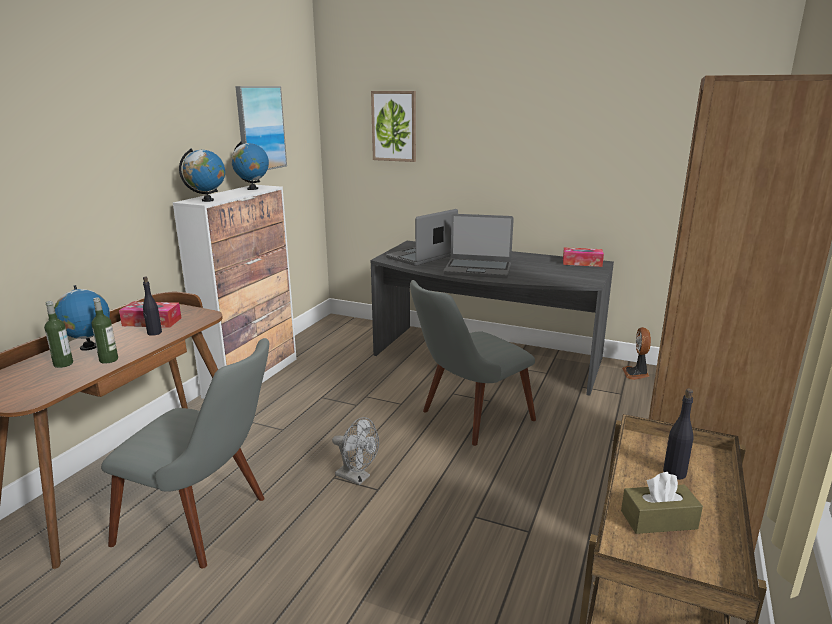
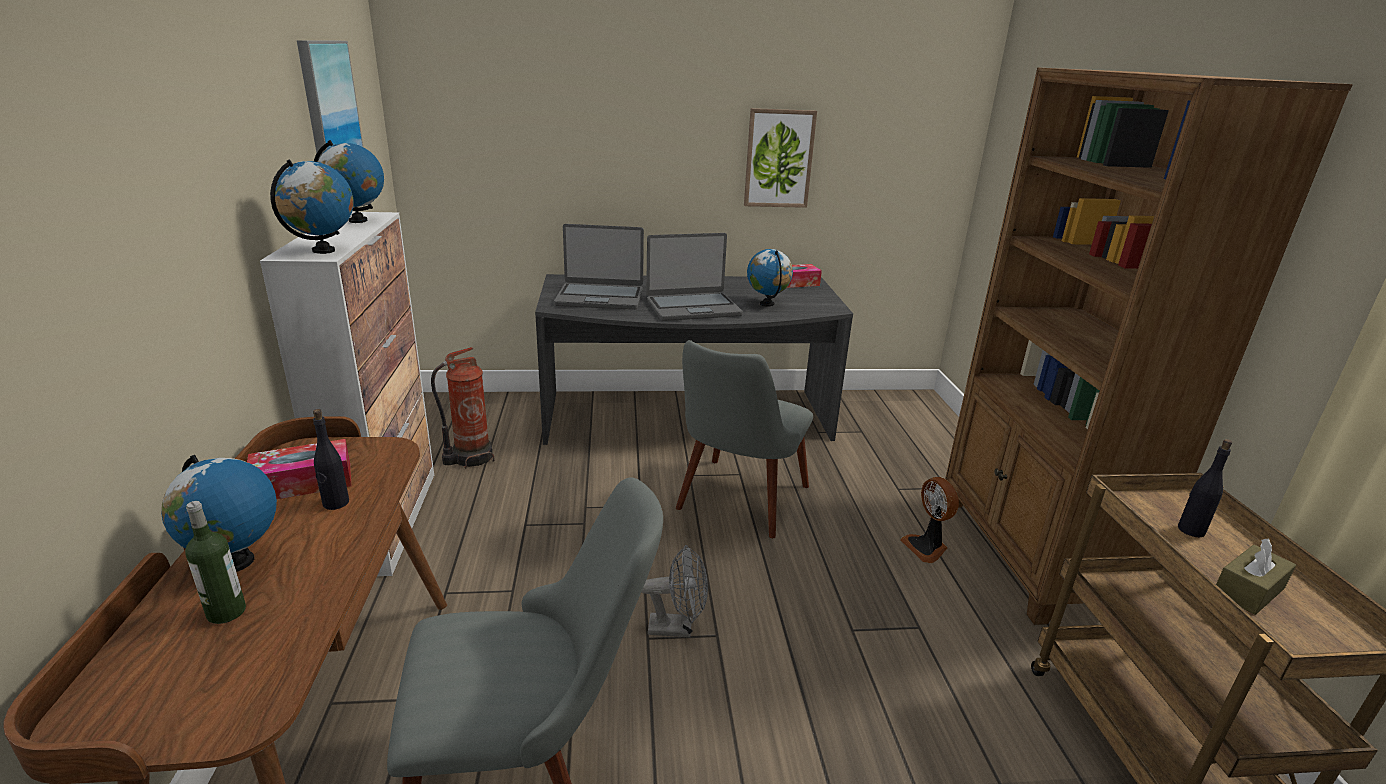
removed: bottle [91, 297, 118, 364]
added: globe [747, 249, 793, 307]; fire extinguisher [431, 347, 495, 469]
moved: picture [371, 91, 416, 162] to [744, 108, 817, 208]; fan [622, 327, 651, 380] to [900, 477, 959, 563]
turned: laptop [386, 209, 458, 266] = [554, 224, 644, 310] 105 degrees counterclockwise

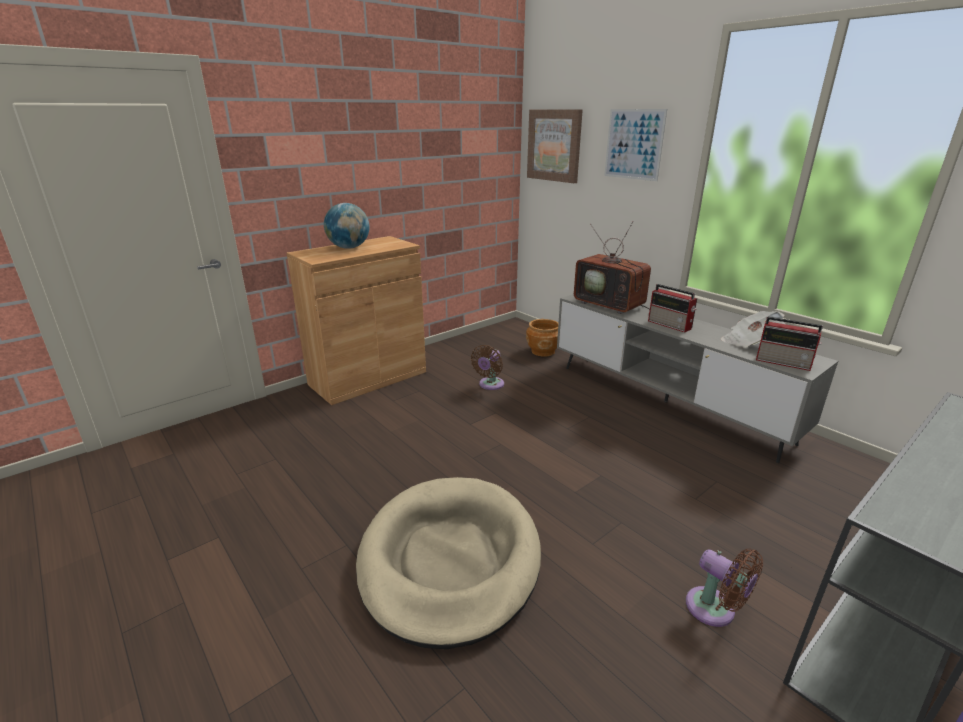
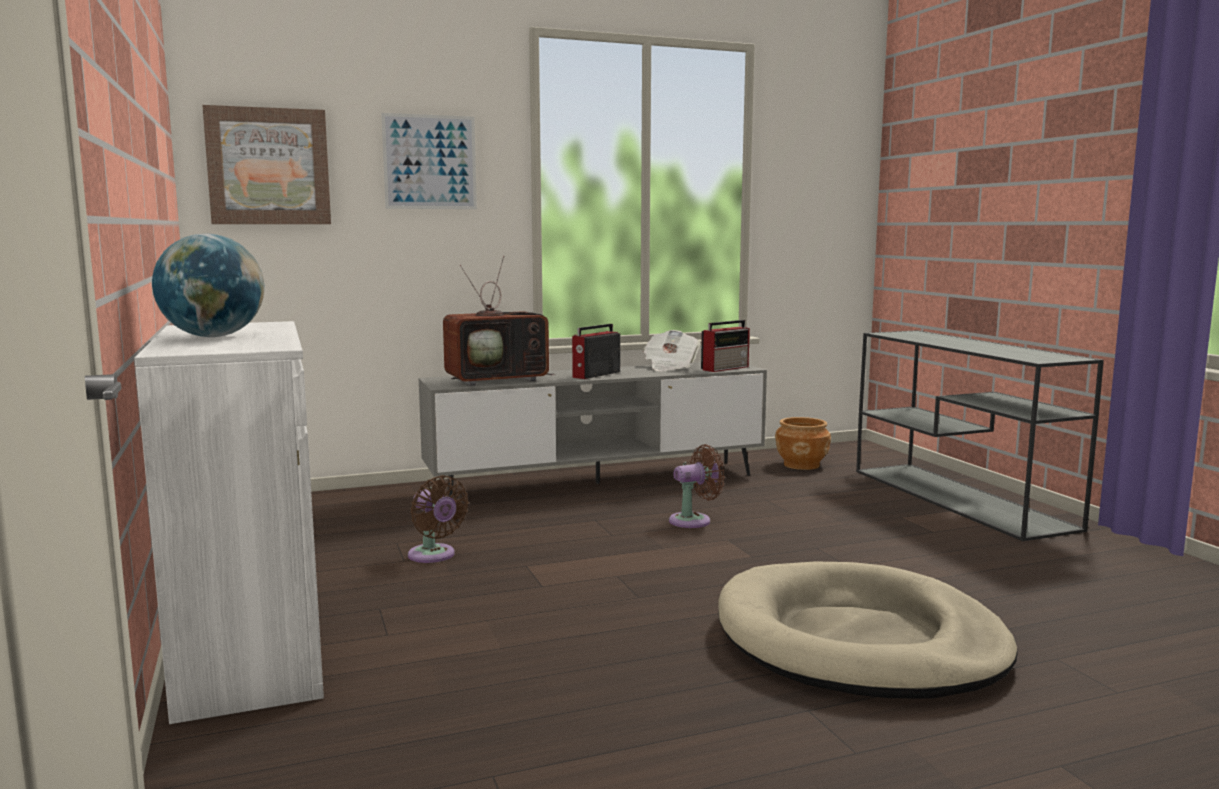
moved: brown planter [526, 319, 559, 357] to [775, 417, 831, 470]; brown fan [686, 549, 763, 627] to [669, 444, 725, 528]
recoloured: brown cabinet [287, 236, 426, 405] to white cabinet [135, 321, 324, 724]
turned: radio [648, 284, 697, 332] = [572, 324, 620, 379] 150 degrees clockwise

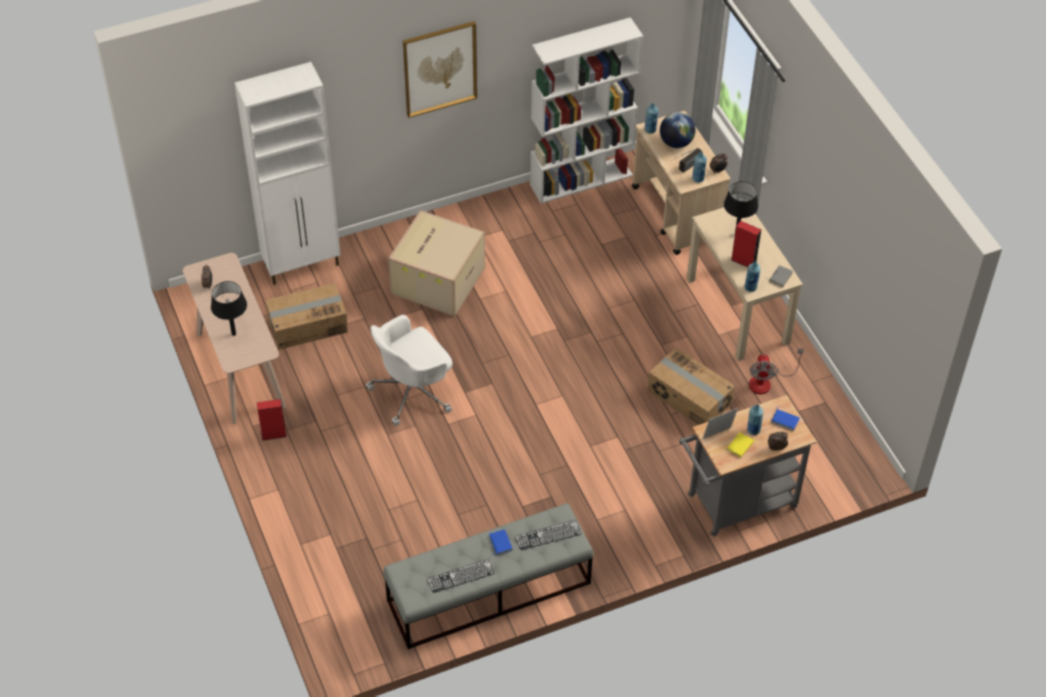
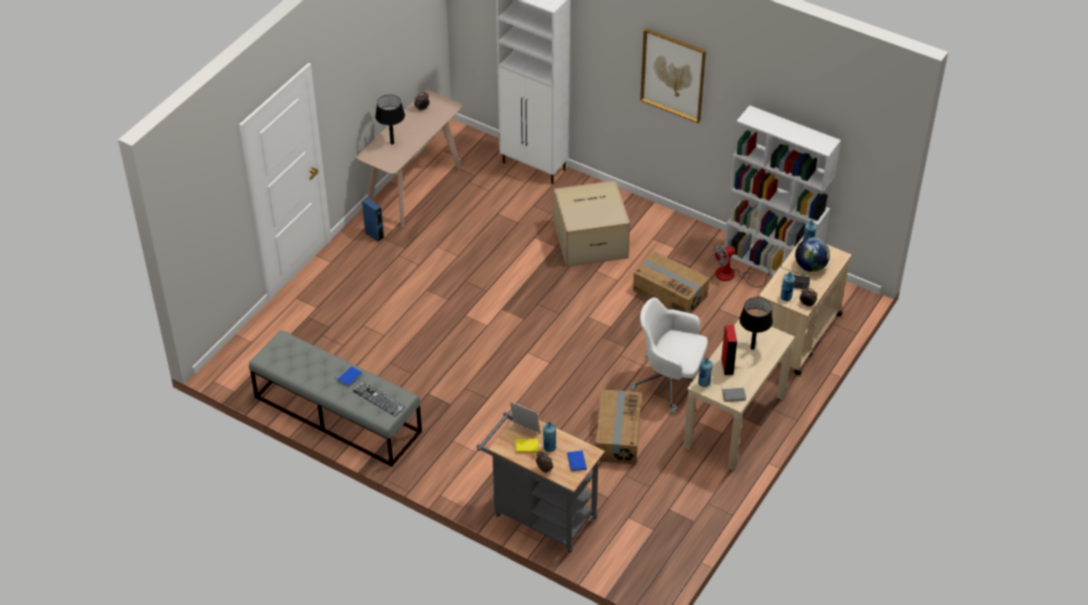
removed: keyboard [427, 559, 495, 593]
moved: cardboard box [265, 283, 348, 350] to [633, 251, 710, 314]; white office chair [366, 315, 452, 426] to [629, 298, 708, 414]; fan [749, 348, 804, 394] to [713, 244, 772, 287]
recoloured: red speaker [257, 399, 287, 441] to blue speaker [362, 198, 384, 242]

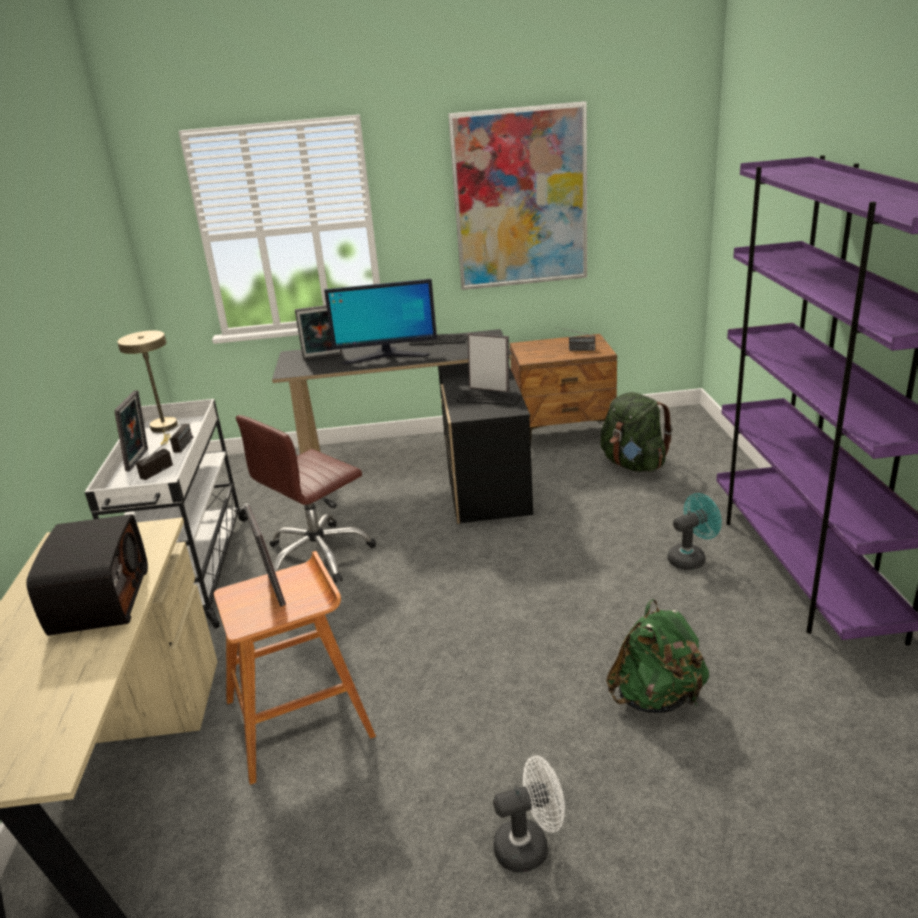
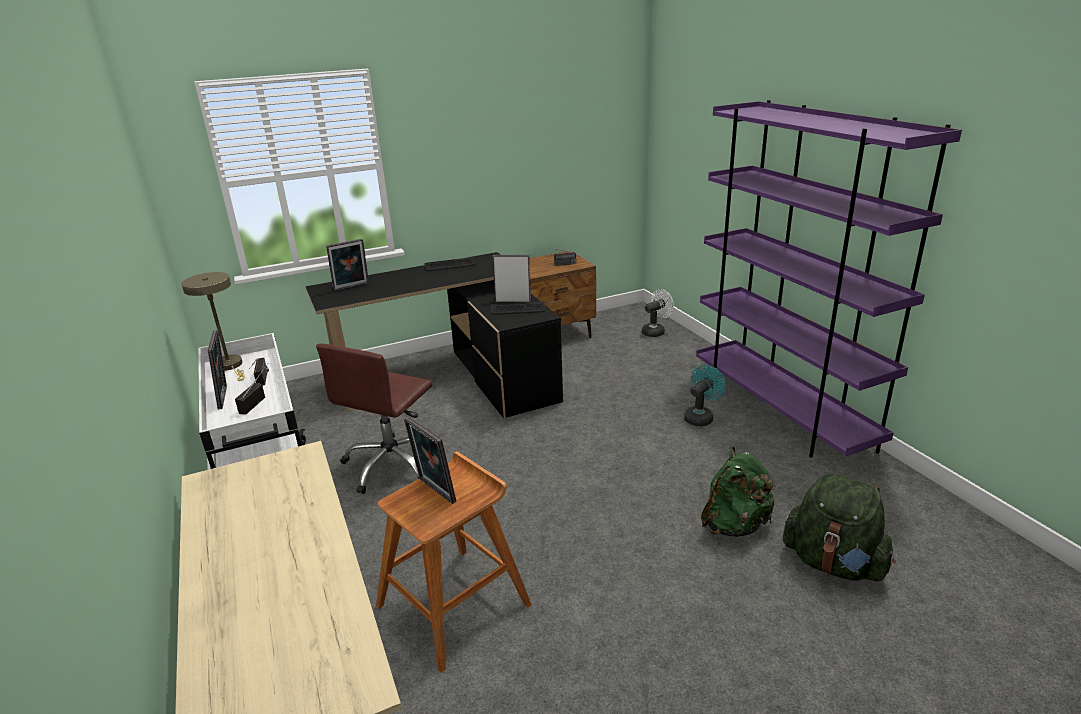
removed: picture [448, 101, 587, 290]; monitor [324, 279, 437, 365]; radio [26, 514, 148, 635]
moved: green backpack [600, 392, 673, 472] to [783, 473, 896, 581]; white fan [493, 756, 565, 873] to [642, 289, 674, 337]

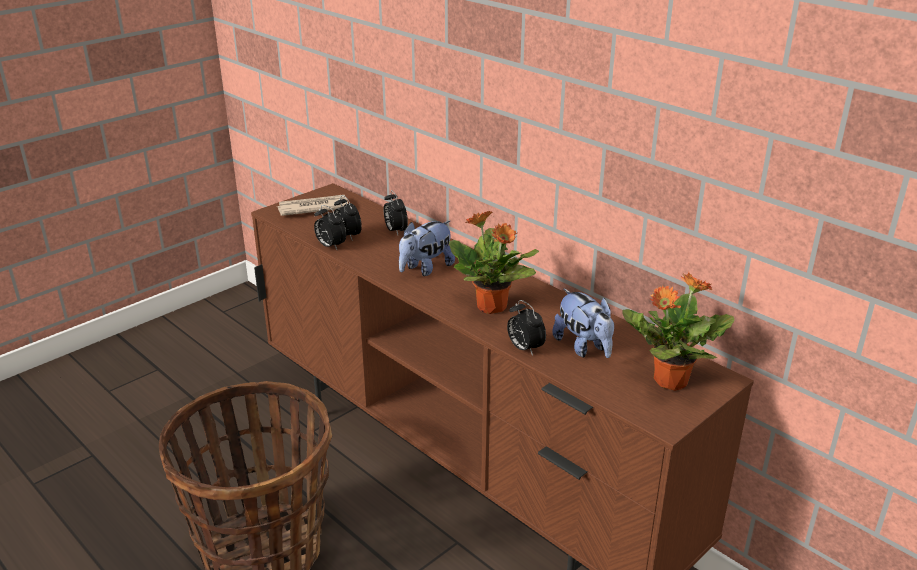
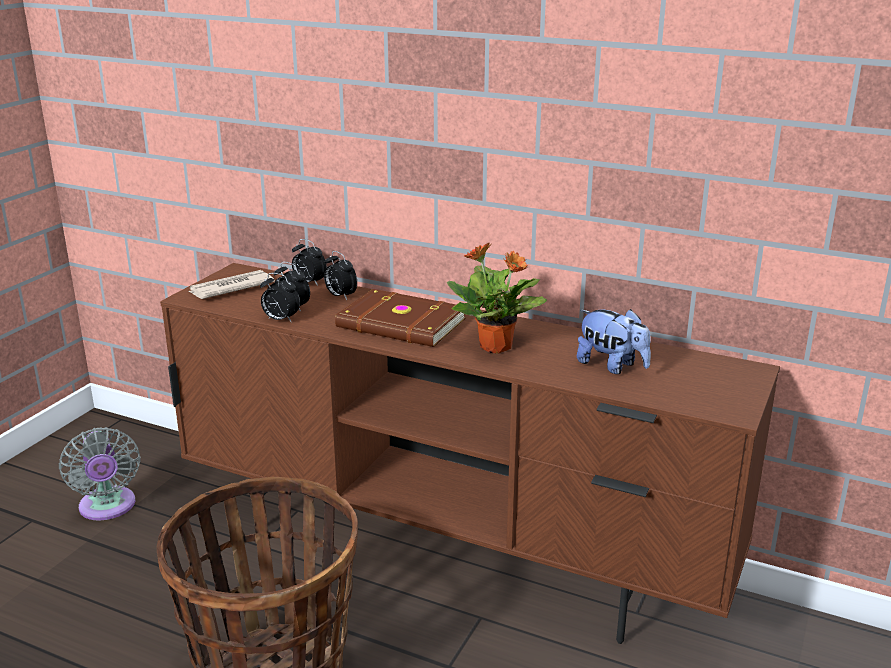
removed: potted plant [622, 272, 734, 391]
added: grey fan [59, 427, 141, 520]
moved: alarm clock [507, 300, 546, 356] to [292, 239, 327, 286]
replaced: plush toy [399, 221, 455, 276] to brown book [335, 289, 466, 347]

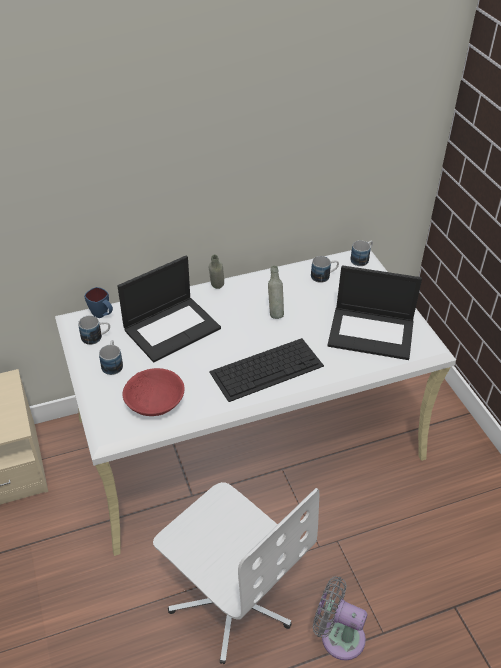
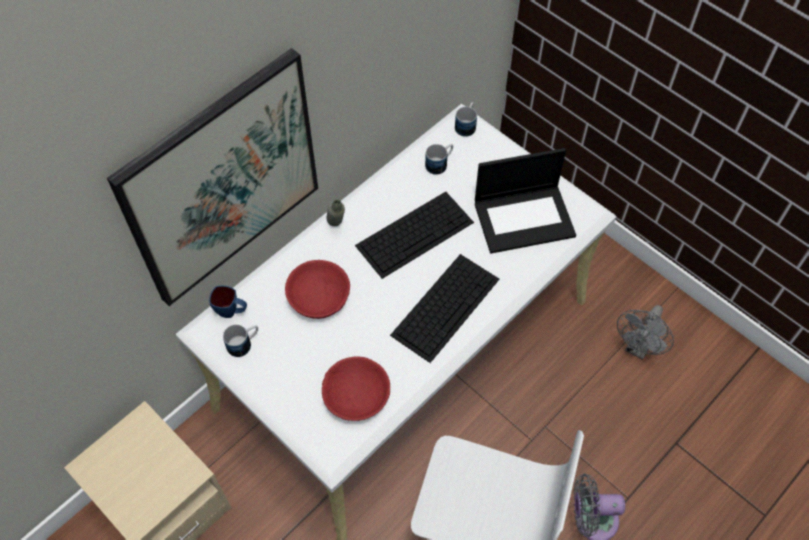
removed: mug [99, 340, 123, 375]
added: picture [107, 48, 318, 306]; grey fan [617, 305, 674, 360]
replaced: laptop [117, 256, 221, 362] to red bowl [285, 260, 350, 319]; grey bottle [268, 266, 284, 319] to keyboard [355, 192, 474, 279]

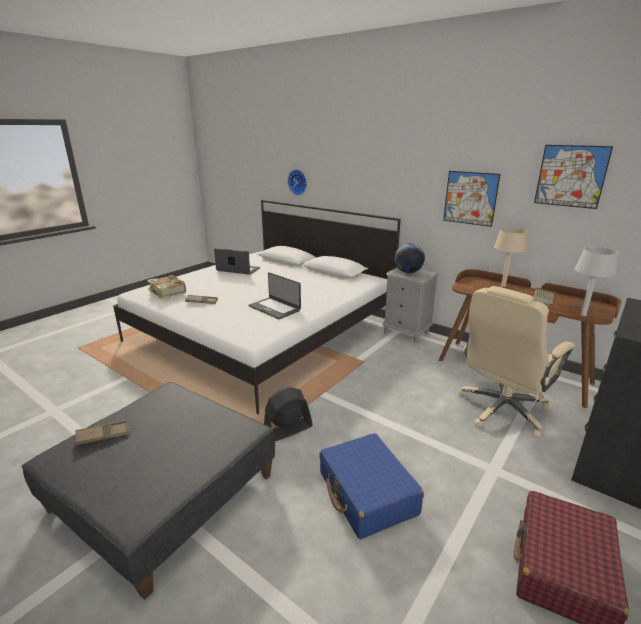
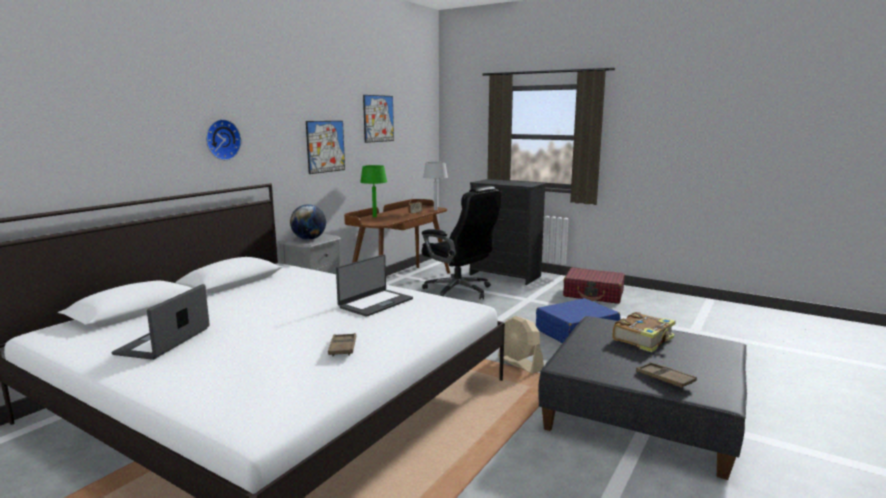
moved: wall clock [288, 169, 307, 196] to [206, 119, 241, 160]; book [147, 275, 186, 299] to [613, 312, 676, 352]
recoloured: beige table lamp [494, 228, 527, 287] to green table lamp [360, 165, 387, 217]; beige office chair [458, 286, 575, 438] to black office chair [422, 186, 502, 300]; black fan [264, 387, 313, 441] to beige fan [498, 316, 544, 374]

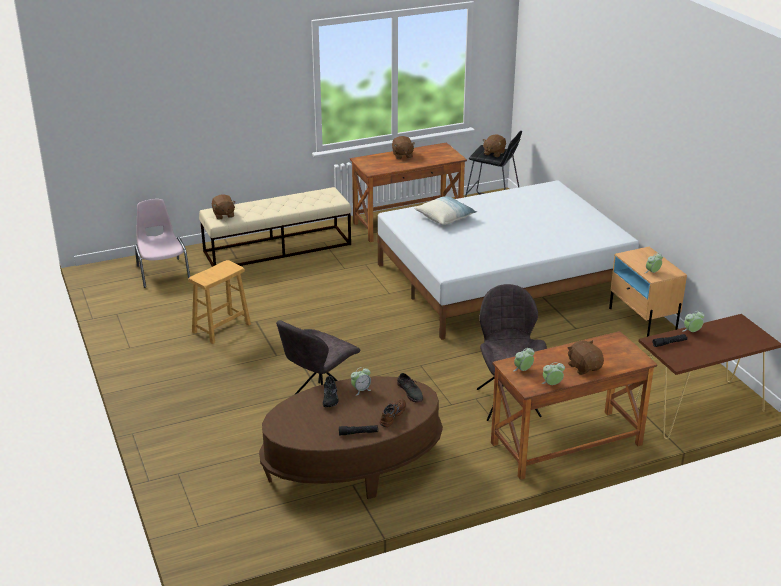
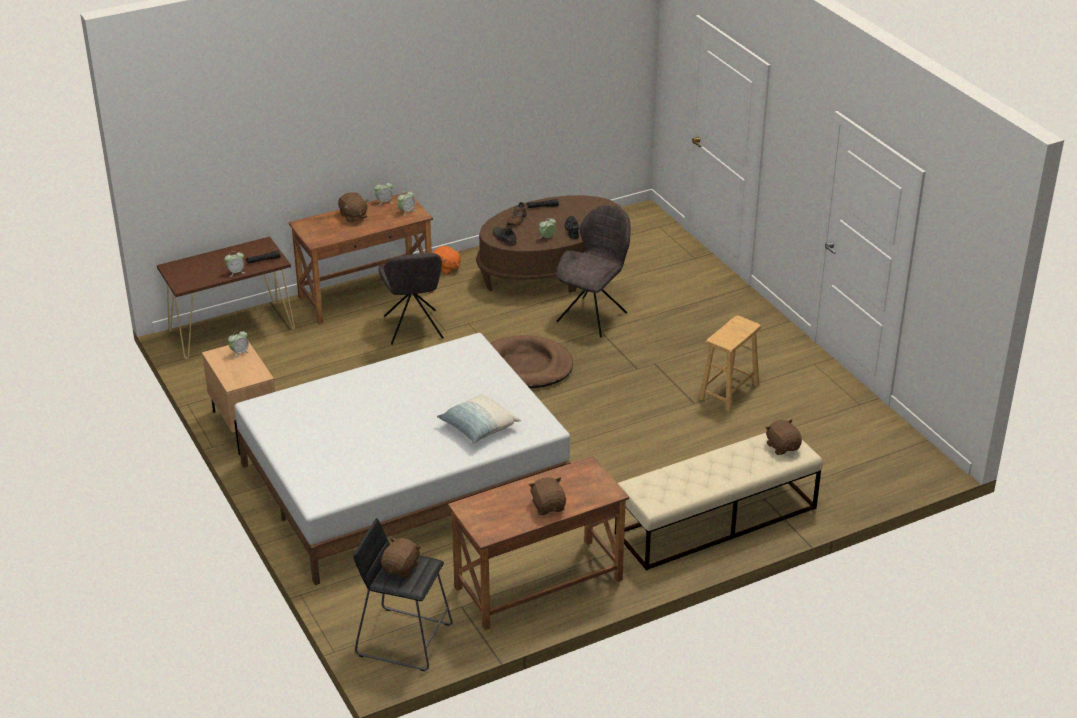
removed: pink chair [135, 199, 190, 288]
added: orange plush toy [433, 246, 461, 275]; brown dog bed [490, 335, 573, 388]

